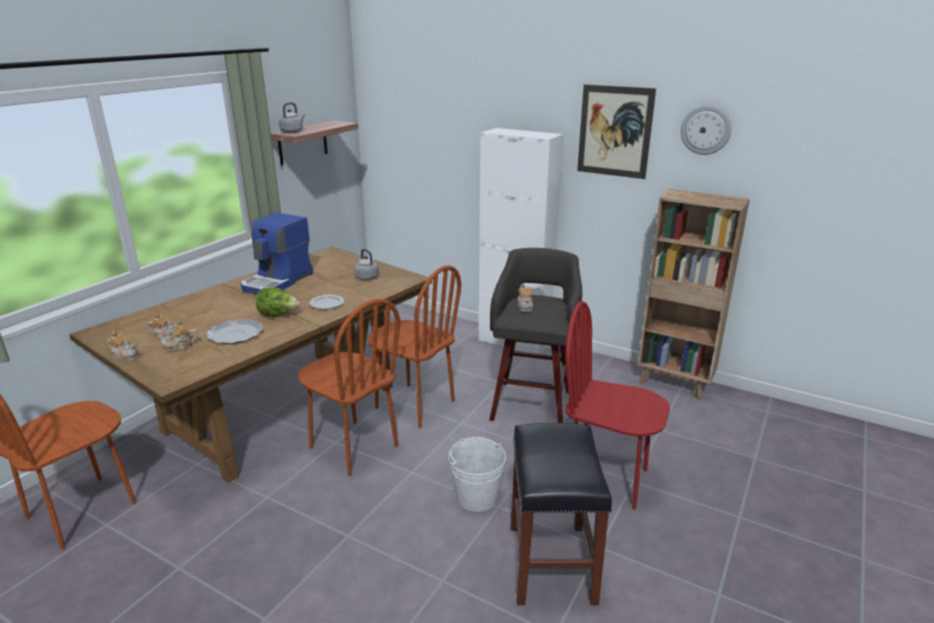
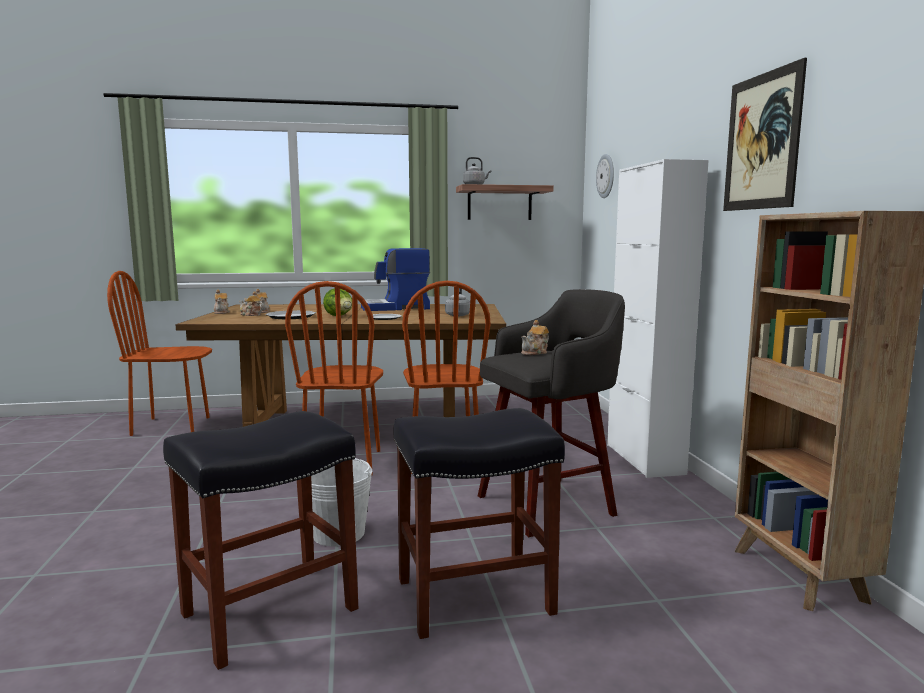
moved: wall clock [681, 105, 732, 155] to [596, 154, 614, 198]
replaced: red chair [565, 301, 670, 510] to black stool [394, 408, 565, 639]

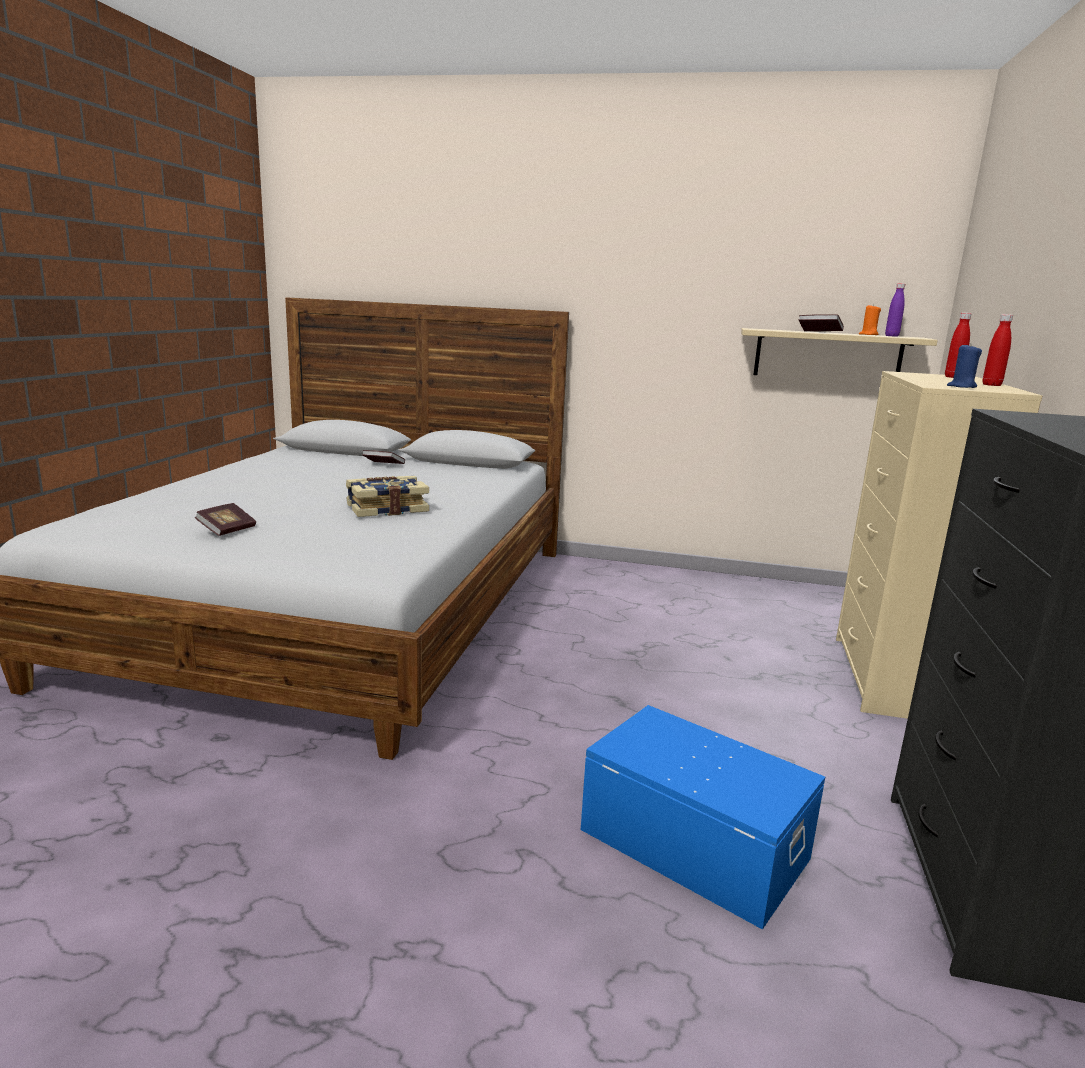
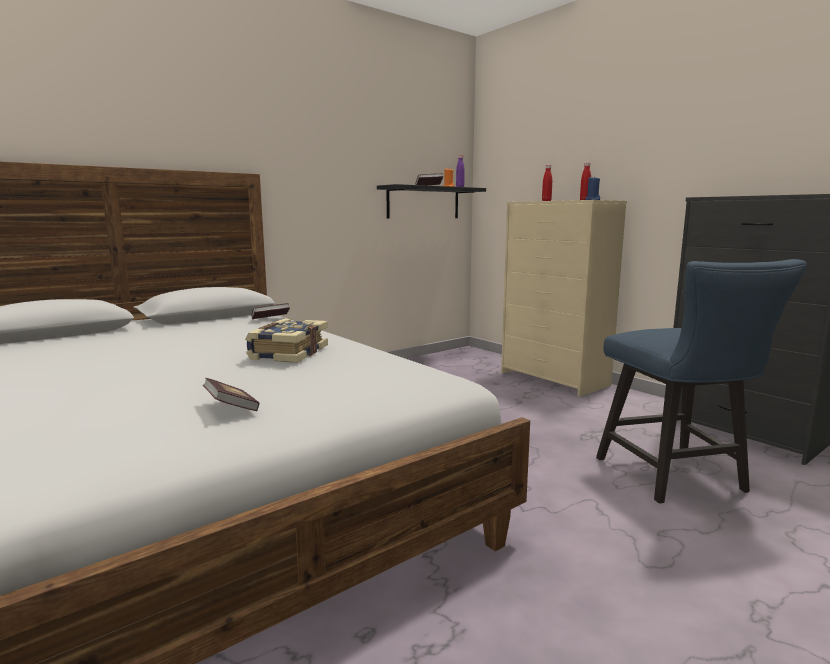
moved: book [362, 450, 405, 464] to [252, 303, 290, 319]
replaced: blue storage box [581, 705, 825, 930] to blue chair [596, 259, 807, 503]
recoloured: beige shelf [741, 328, 938, 375] to black shelf [377, 184, 486, 218]

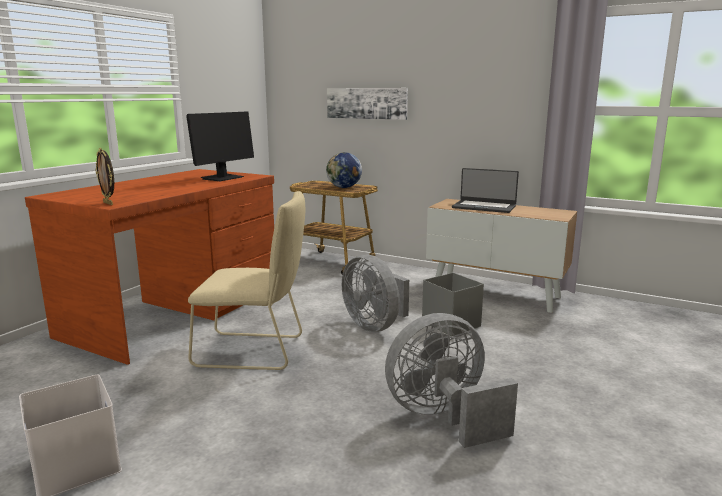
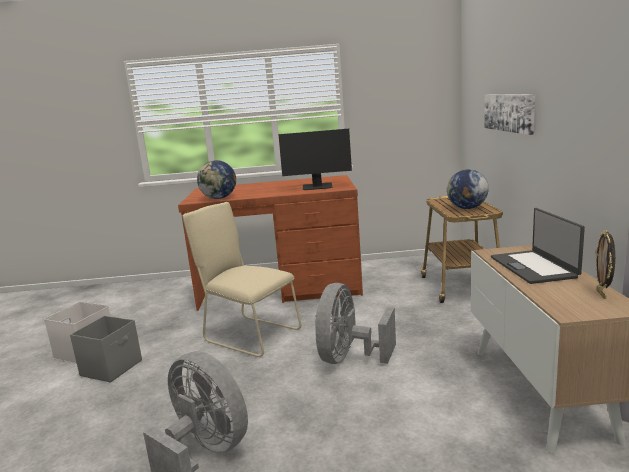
added: globe [197, 160, 236, 199]
moved: picture frame [95, 148, 114, 205] to [595, 230, 615, 299]; grey storage box [422, 272, 484, 336] to [70, 316, 142, 383]
turned: beige chair [188, 191, 305, 370] = [182, 202, 302, 357] 150 degrees clockwise

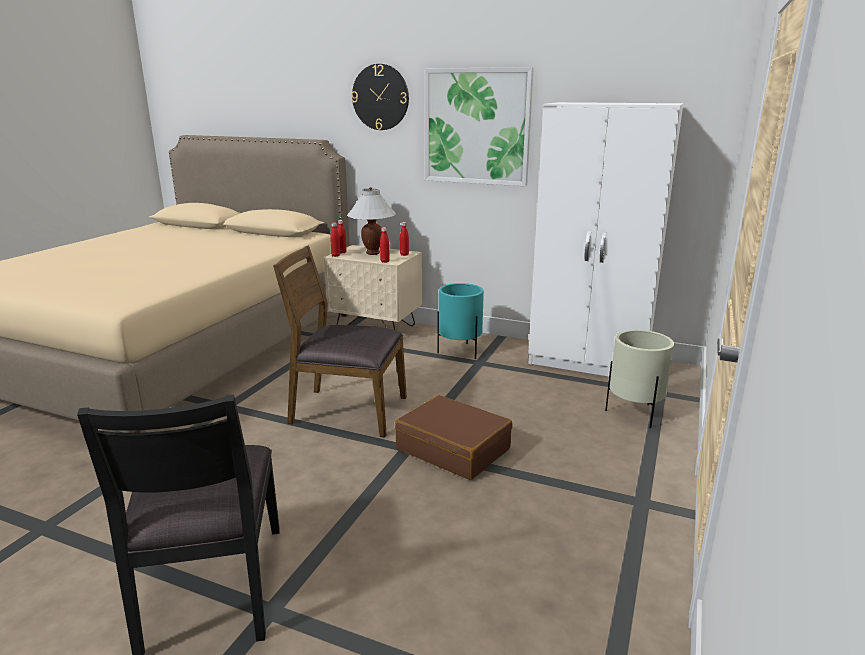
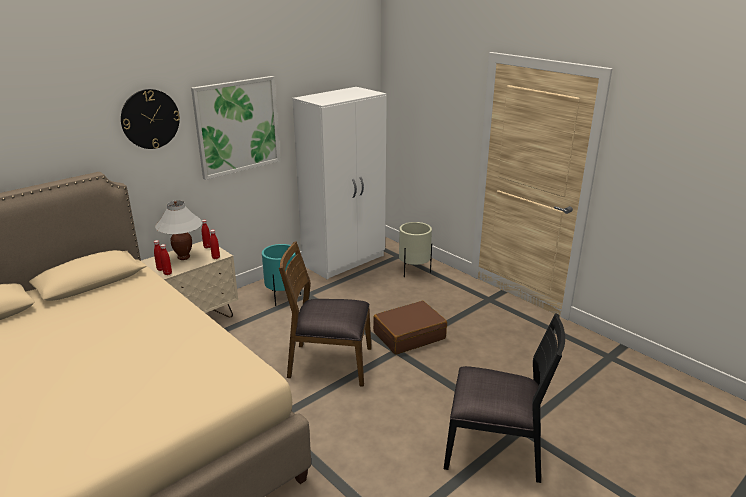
turned: brown chair [273, 245, 407, 438] = [279, 241, 372, 387] 60 degrees clockwise

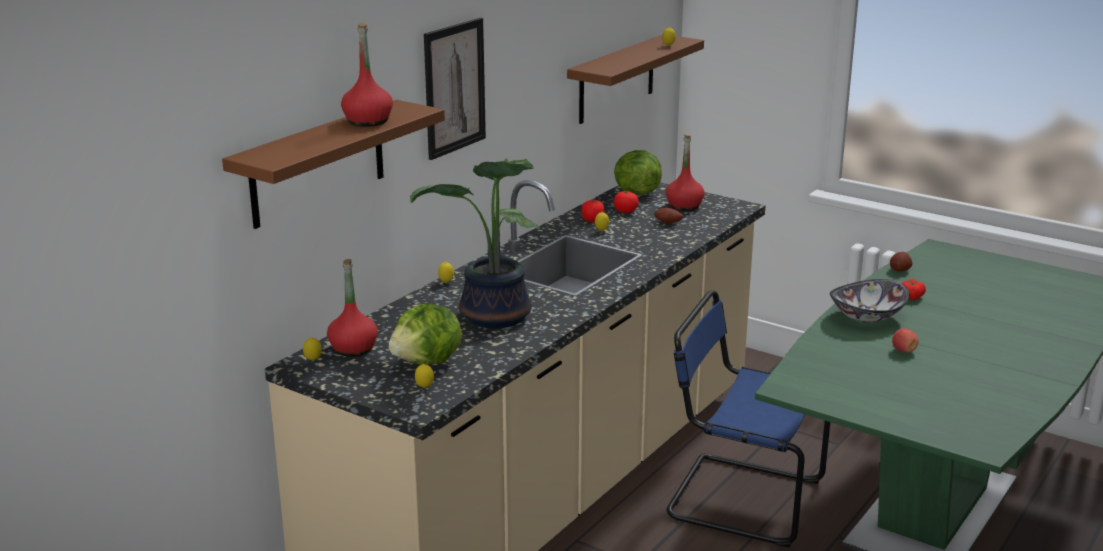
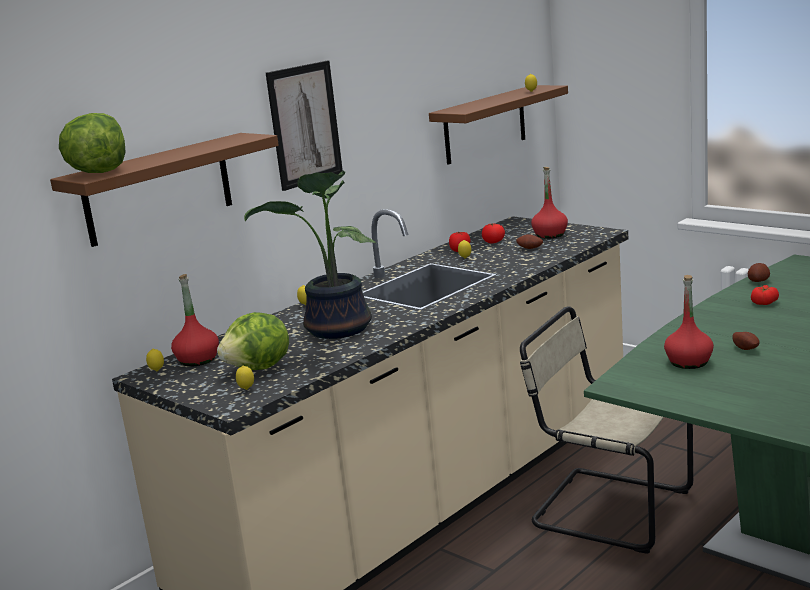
removed: bowl [830, 279, 910, 323]
moved: red bottle [341, 23, 393, 127] to [664, 275, 714, 369]; lettuce [614, 150, 662, 194] to [59, 113, 126, 173]
replaced: apple [892, 328, 919, 353] to potato [732, 332, 759, 350]
recoloured: blue chair [666, 290, 830, 548] to beige chair [520, 307, 693, 554]

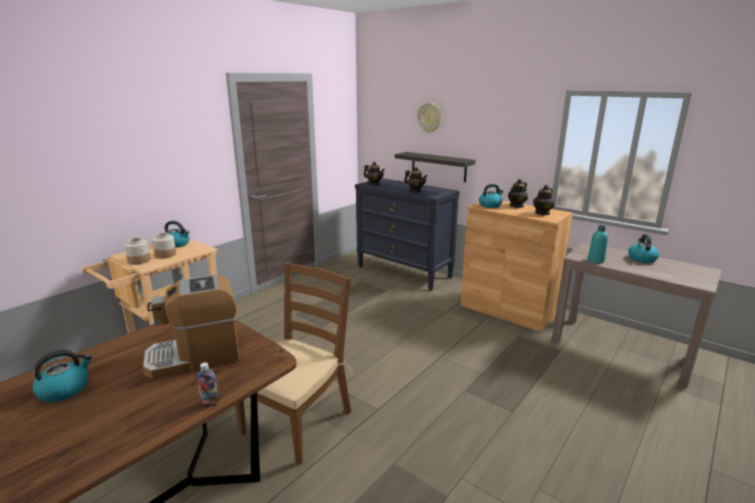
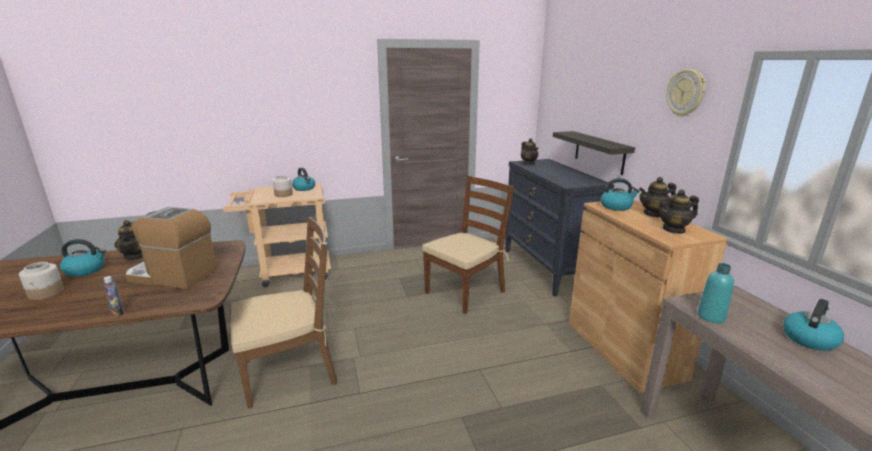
added: brown chair [422, 176, 514, 314]
moved: wall clock [417, 103, 442, 133] to [667, 69, 706, 117]; teapot [404, 167, 428, 192] to [114, 220, 143, 260]; jar [124, 238, 150, 265] to [19, 262, 64, 300]

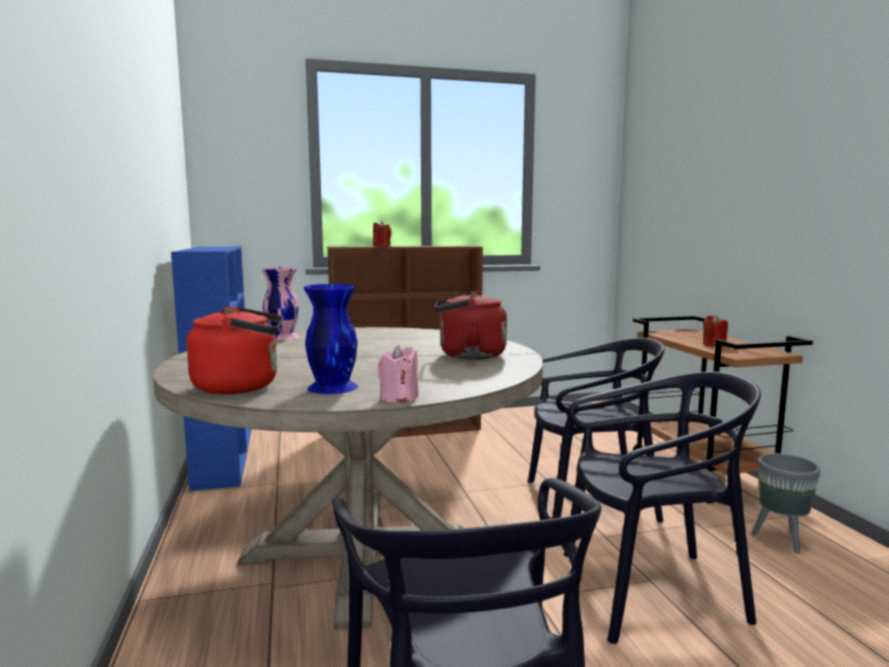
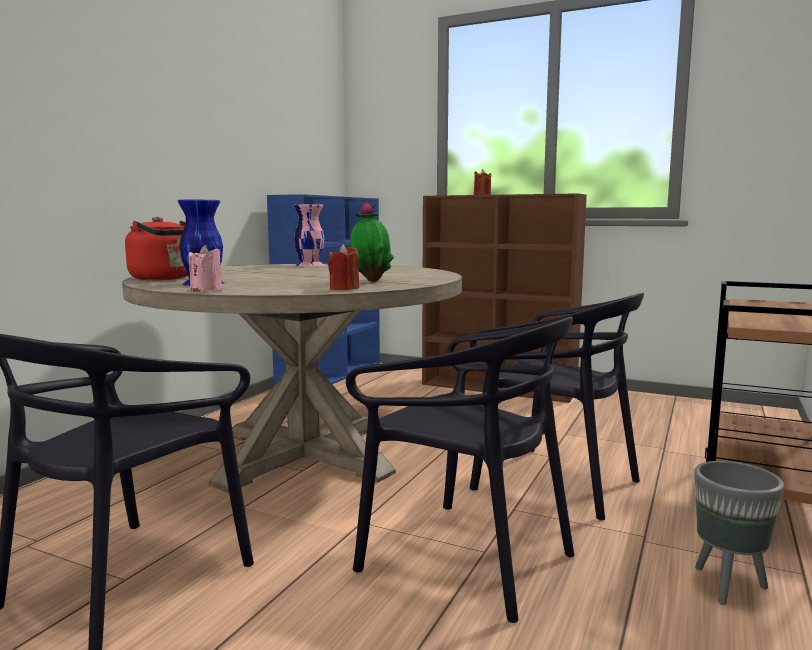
moved: red candle [703, 314, 728, 347] to [328, 244, 360, 290]
replaced: red kettle [434, 291, 507, 360] to potted plant [350, 201, 394, 282]

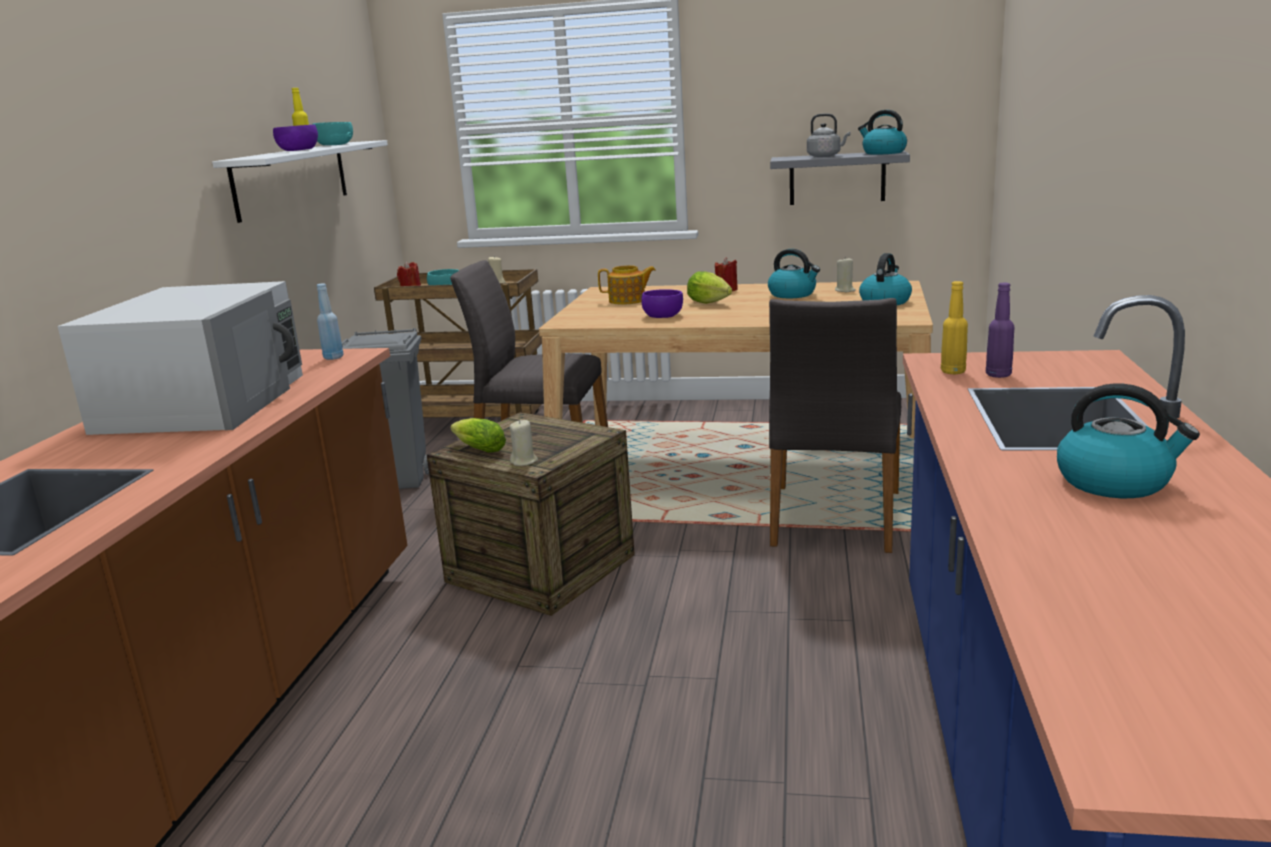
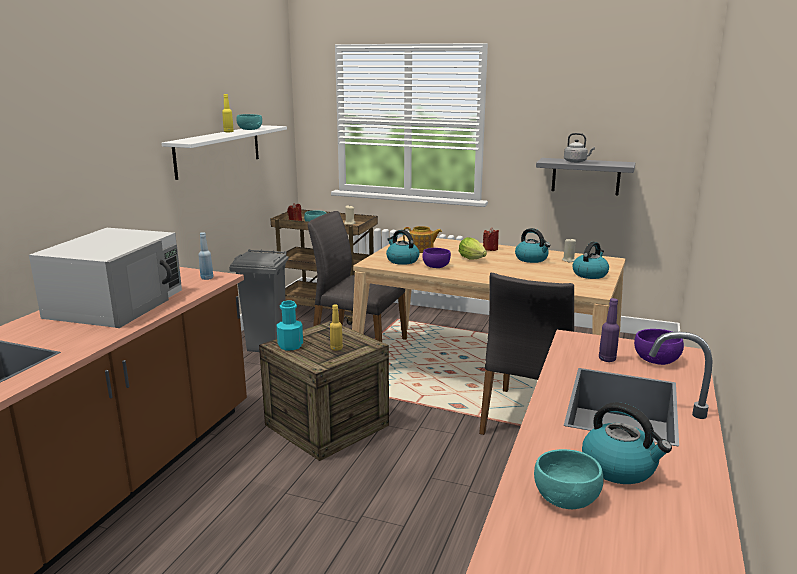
removed: beige candle [509, 420, 538, 466]
added: turquoise bowl [534, 449, 604, 509]
moved: kettle [858, 110, 907, 155] to [386, 230, 420, 265]; purple bowl [273, 125, 318, 151] to [634, 329, 684, 365]; yellow bottle [941, 281, 968, 374] to [330, 304, 343, 351]
replaced: lettuce [450, 418, 506, 453] to turquoise bottle [276, 301, 303, 350]

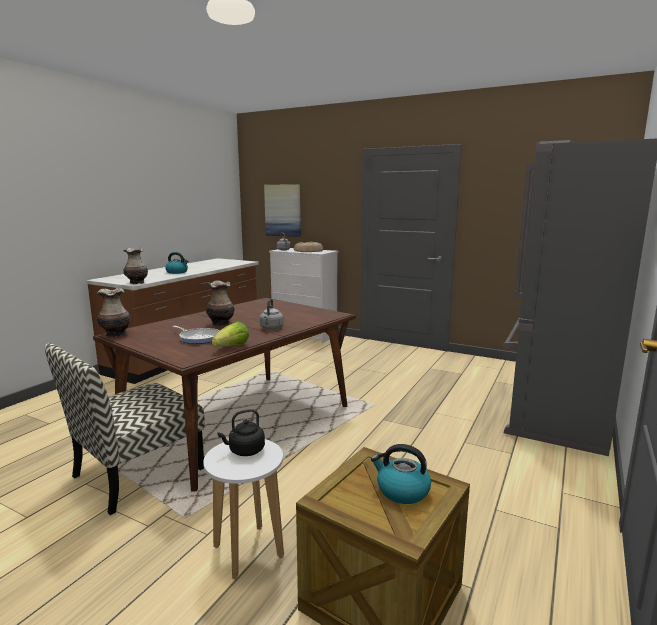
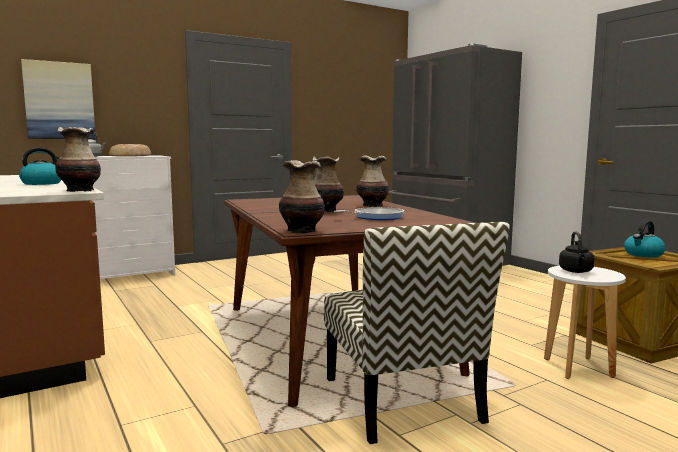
removed: lettuce [212, 322, 249, 347]
replaced: grey kettle [260, 299, 284, 329] to vase [356, 155, 389, 207]

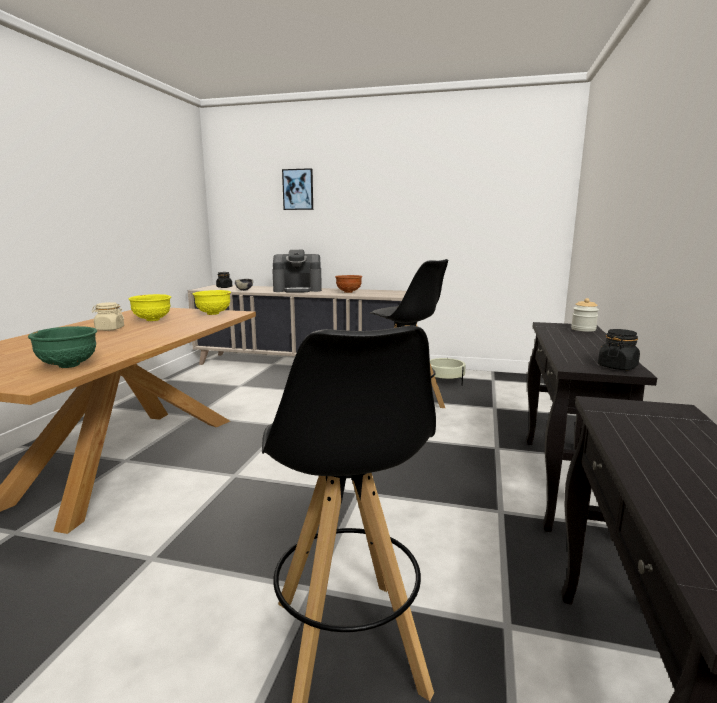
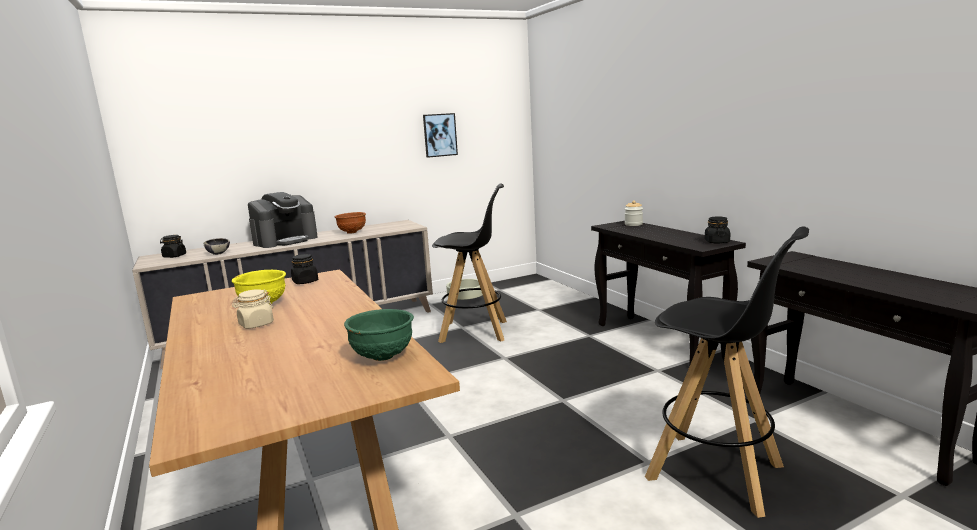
moved: picture [282, 168, 313, 210] to [423, 113, 458, 158]
replaced: yellow bowl [193, 290, 231, 315] to black jar [291, 254, 318, 284]

